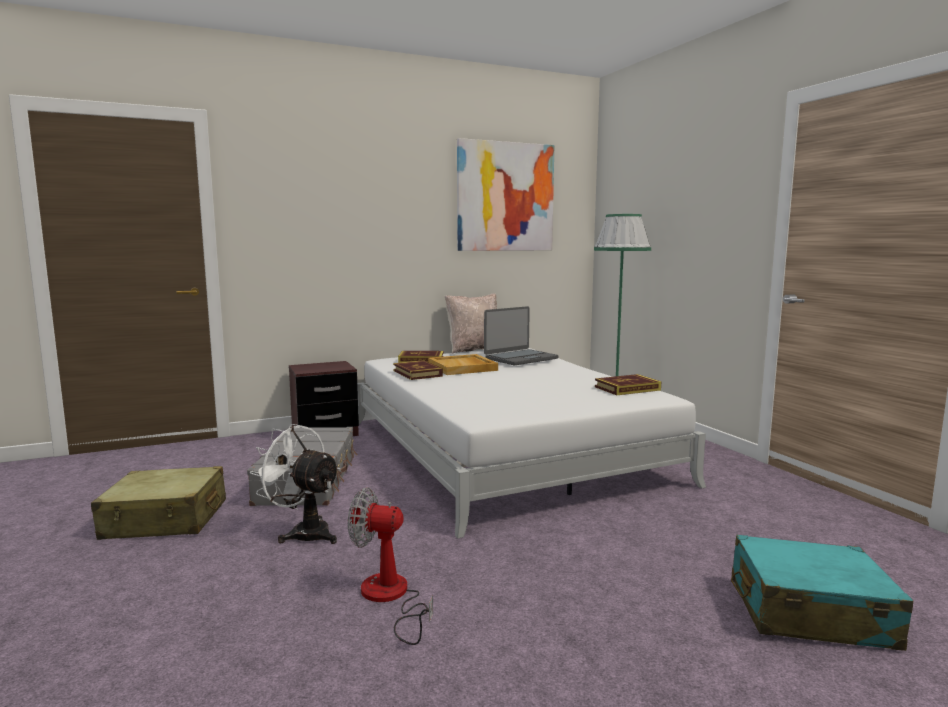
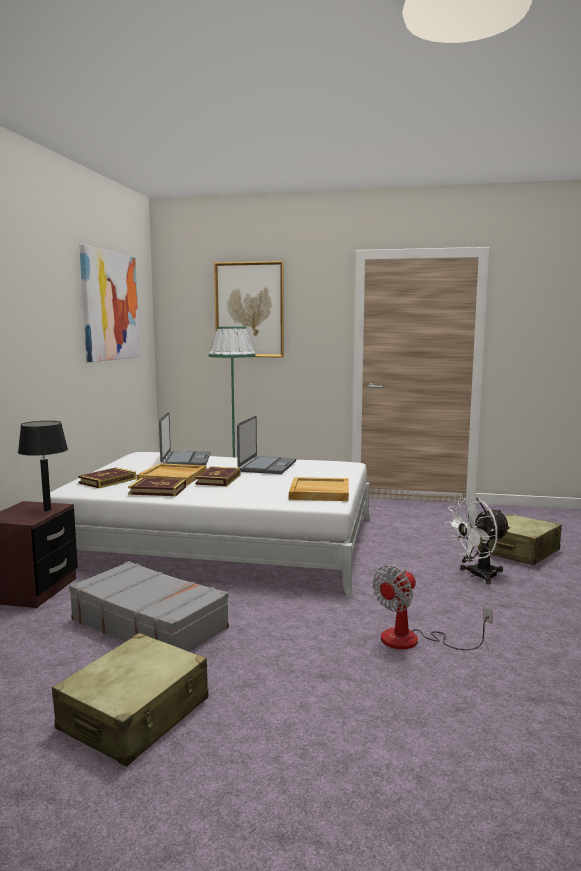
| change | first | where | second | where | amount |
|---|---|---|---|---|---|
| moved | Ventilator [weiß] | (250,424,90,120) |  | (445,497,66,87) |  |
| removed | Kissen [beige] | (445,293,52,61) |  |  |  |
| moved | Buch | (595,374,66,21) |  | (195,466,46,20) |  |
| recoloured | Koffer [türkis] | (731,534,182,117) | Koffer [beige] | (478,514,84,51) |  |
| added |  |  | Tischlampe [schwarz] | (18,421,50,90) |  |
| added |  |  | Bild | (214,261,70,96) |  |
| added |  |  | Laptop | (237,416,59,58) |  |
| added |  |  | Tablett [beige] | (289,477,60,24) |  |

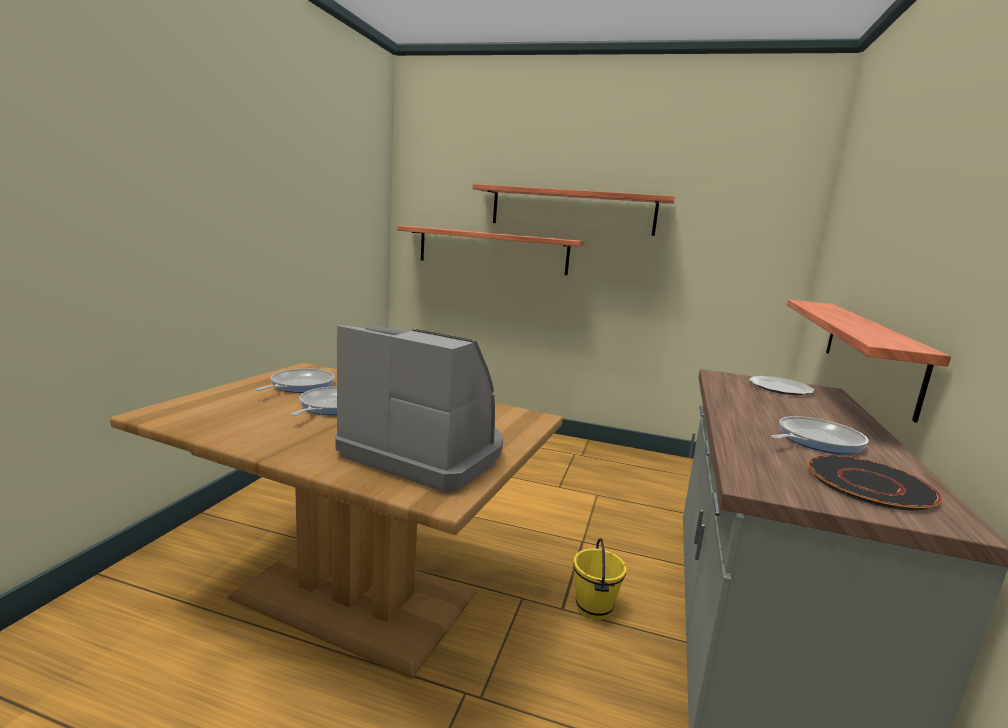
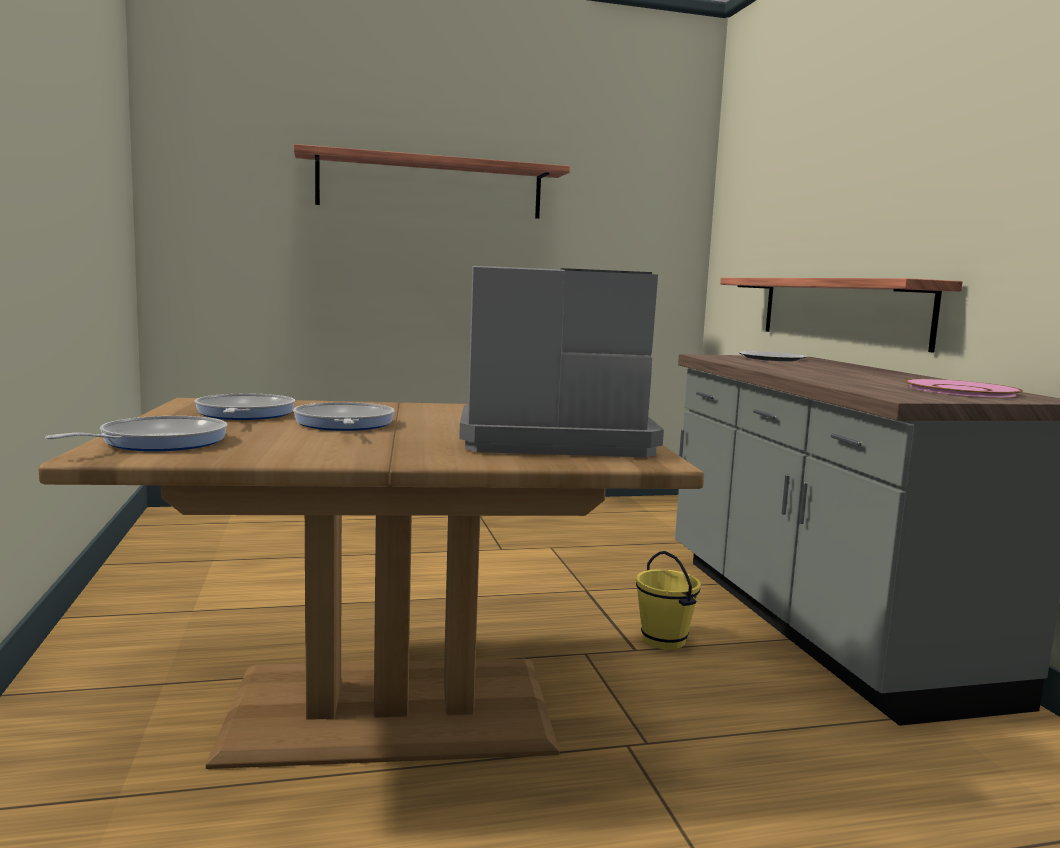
| change | first | where | second | where | amount |
|---|---|---|---|---|---|
| removed | Wandregal | (397,226,187,49) |  |  |  |
| moved | Pfanne | (771,416,97,38) |  | (45,416,182,35) |  |
| recoloured | Teller [schwarz] | (808,455,134,56) | Teller [rosa] | (905,379,118,18) |  |

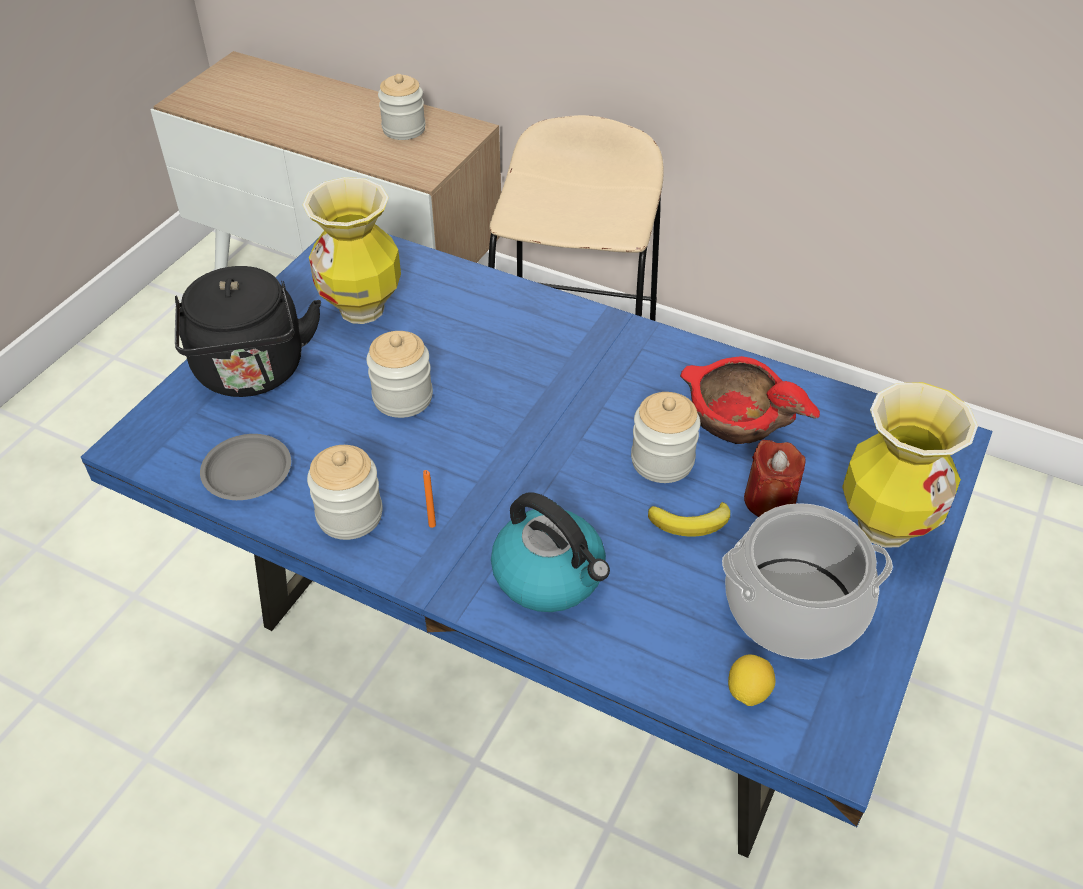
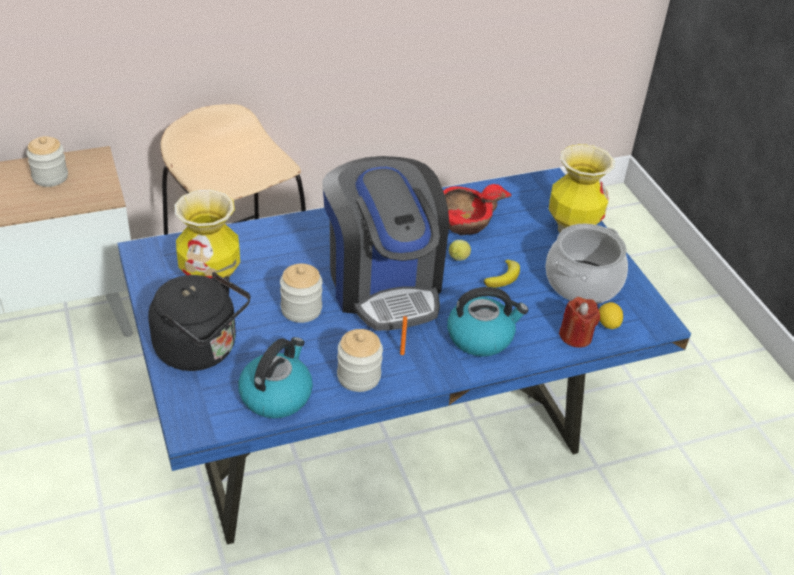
| change | first | where | second | where | amount |
|---|---|---|---|---|---|
| replaced | Teller [grau] | (200,434,91,66) | Wasserkessel | (238,337,75,81) |  |
| replaced | Vorratsglas | (631,392,69,91) | Zitrone | (449,240,22,21) |  |
| moved | Kerze [rot] | (744,440,62,77) |  | (559,297,41,51) |  |
| added |  |  | Kaffeemaschine | (322,156,127,175) |  |

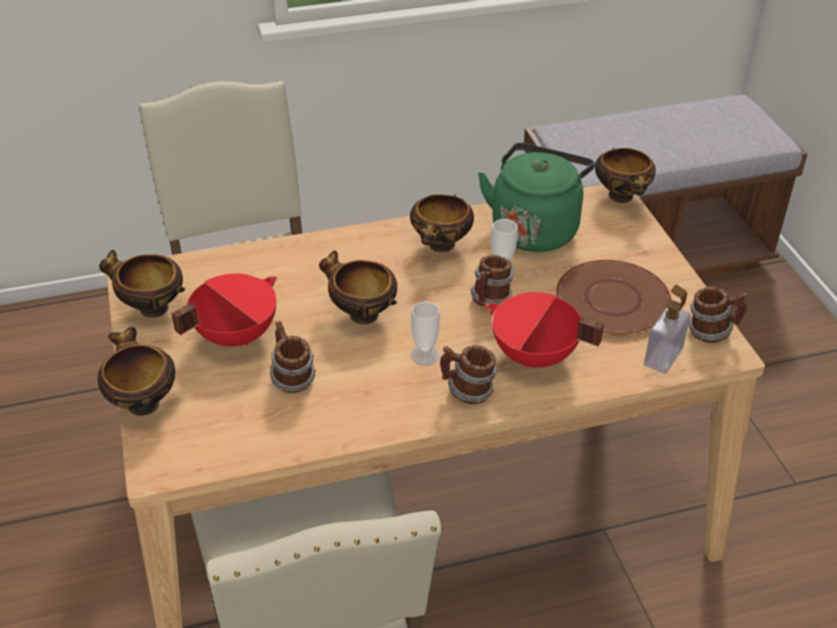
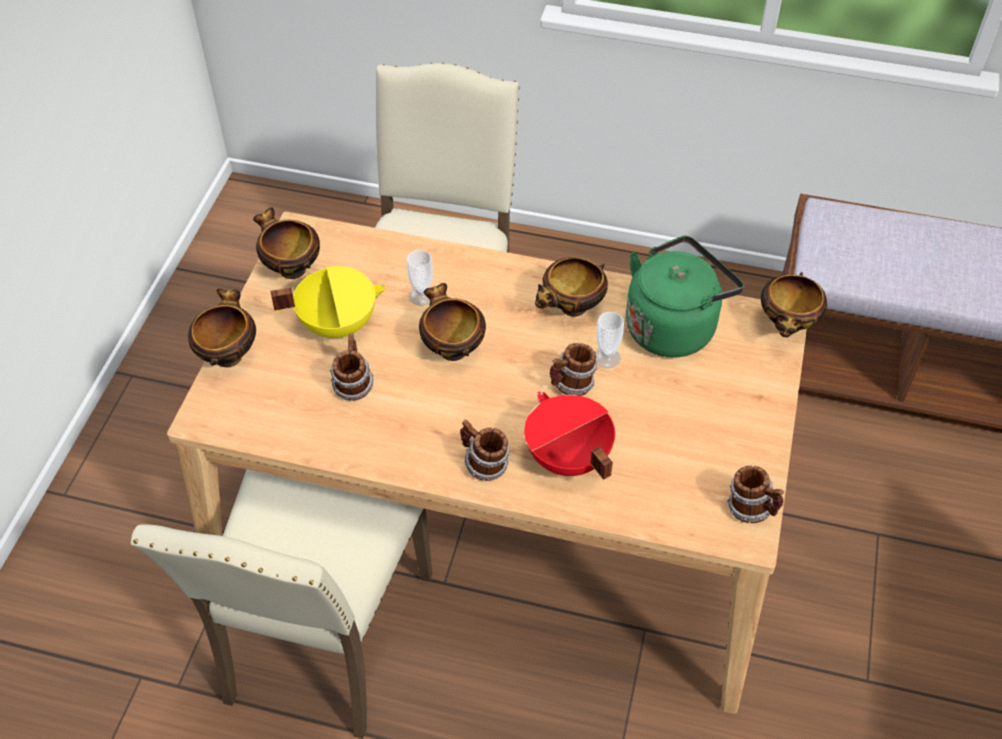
| change | first | where | second | where | amount |
|---|---|---|---|---|---|
| recoloured | Kochtopf [rot] | (171,274,106,73) | Kochtopf [gelb] | (271,266,115,73) |  |
| moved | Tasse | (411,302,29,64) |  | (407,250,26,56) |  |
| removed | Teller [braun] | (556,260,115,75) |  |  |  |
| removed | Seifenspender | (644,285,47,89) |  |  |  |

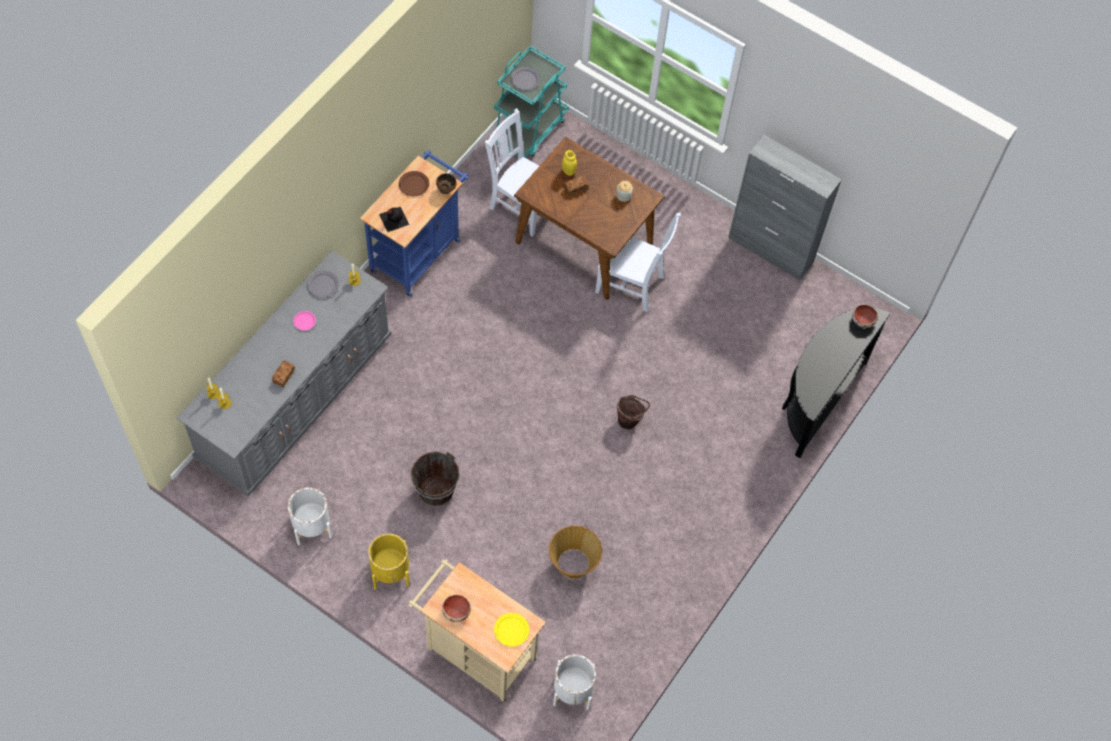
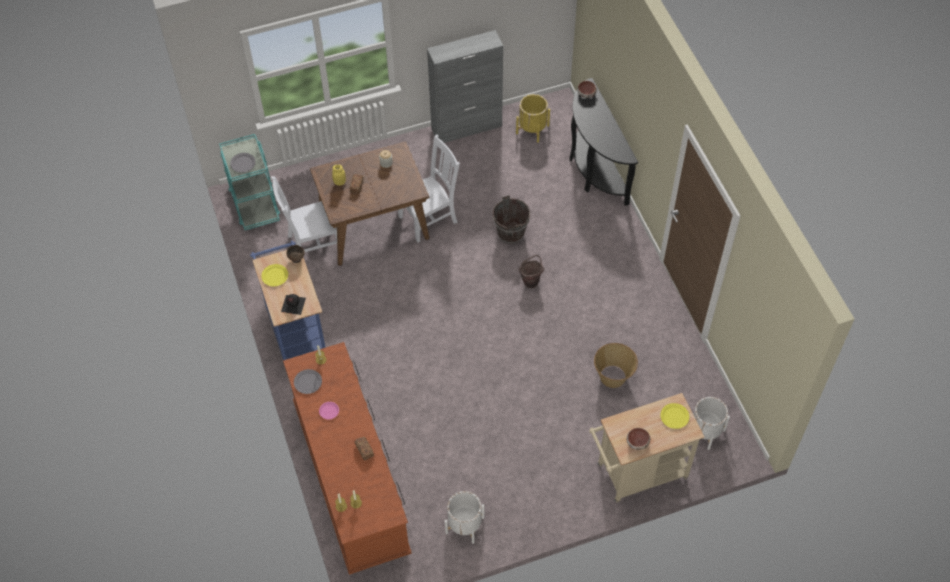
| change | first | where | second | where | amount |
|---|---|---|---|---|---|
| recoloured | Kommode [grau] | (177,251,214,245) | Kommode [braun] | (283,342,129,233) |  |
| moved | Pflanzkübel [gelb] | (368,533,42,57) |  | (516,94,34,49) |  |
| recoloured | Teller [braun] | (399,171,30,25) | Teller [gelb] | (261,264,27,23) |  |
| moved | Eimer [braun] | (411,451,49,56) |  | (493,195,37,49) |  |

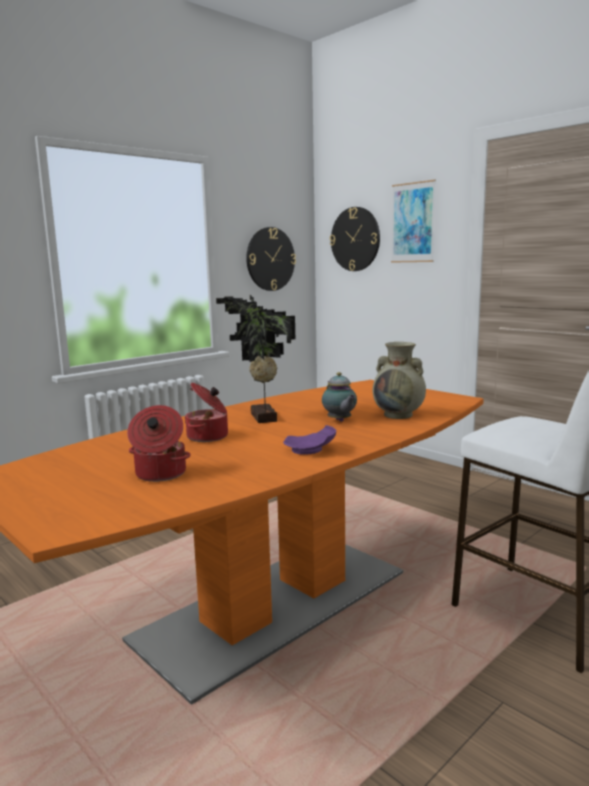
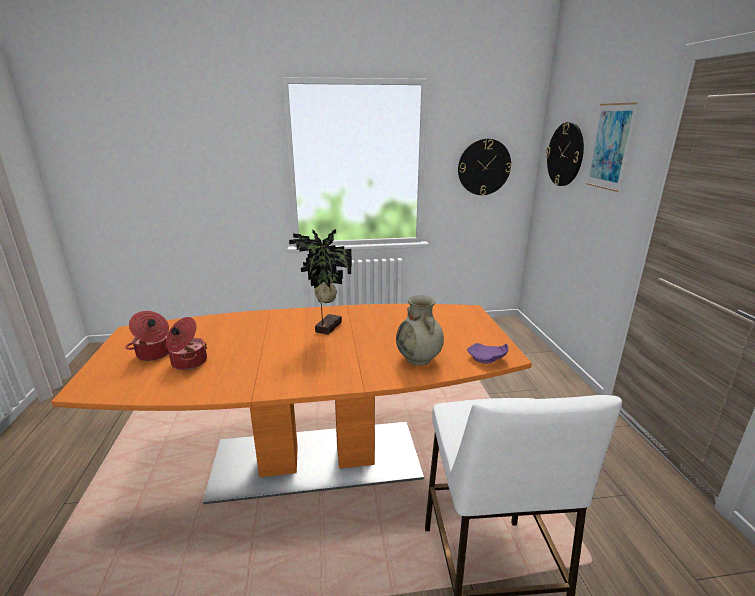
| change | first | where | second | where | amount |
|---|---|---|---|---|---|
| moved | Kochtopf | (185,383,43,59) |  | (125,311,44,50) |  |
| moved | Teller [lila] | (283,425,53,29) |  | (467,343,42,20) |  |
| removed | Teekanne | (322,372,35,50) |  |  |  |

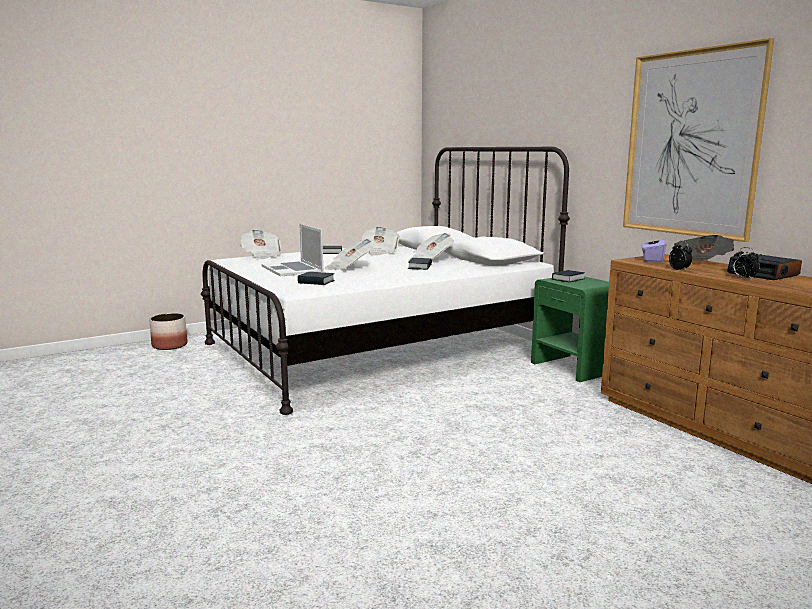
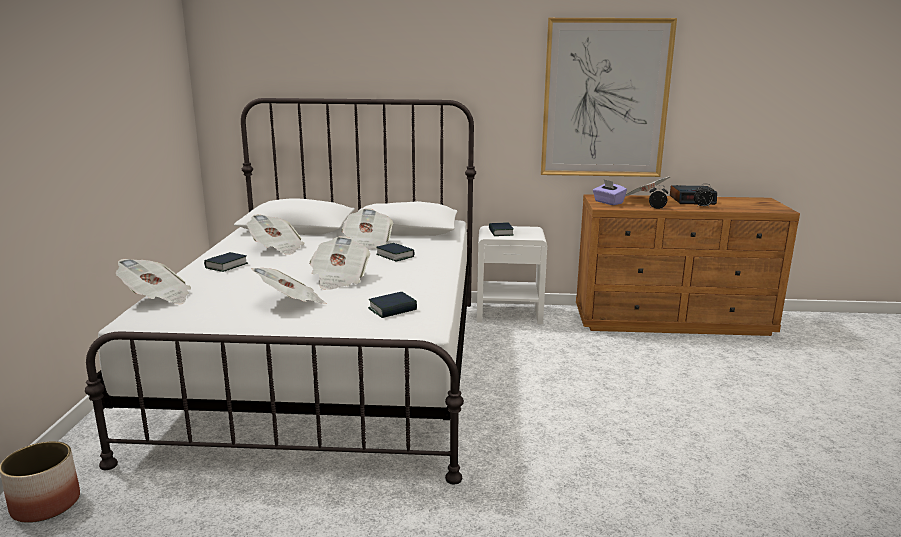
| change | first | where | second | where | amount |
|---|---|---|---|---|---|
| replaced | Laptop | (262,224,61,52) | Zeitung | (251,268,76,36) |  |
| recoloured | Nachttisch [grün] | (531,276,78,106) | Nachttisch [weiß] | (477,226,70,98) |  |

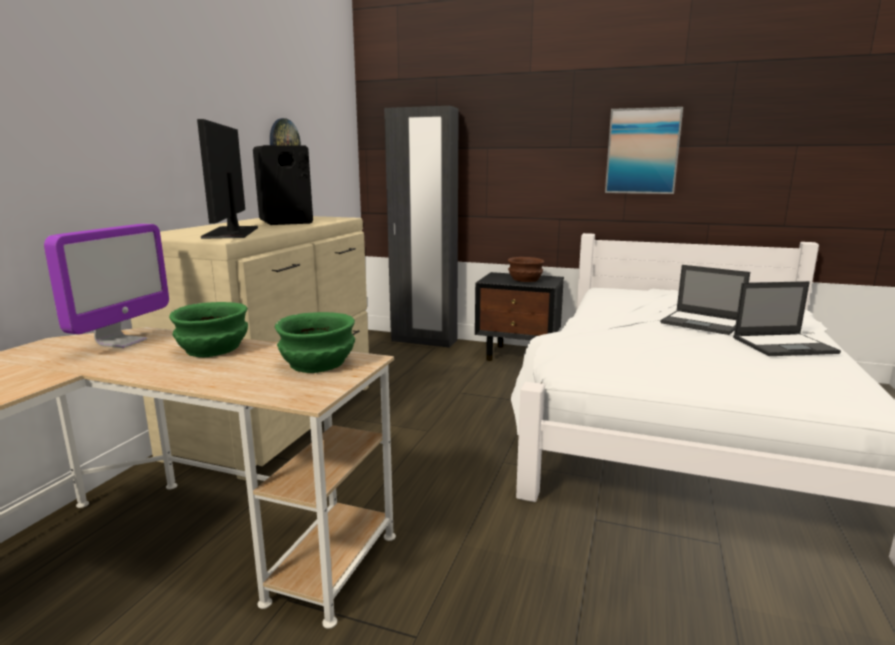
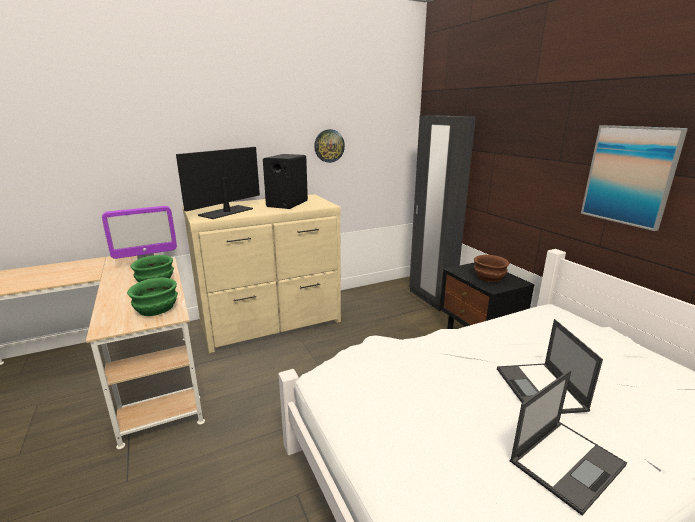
| change | first | where | second | where | amount |
|---|---|---|---|---|---|
| turned | Laptop | (733,281,108,75) |  | (510,370,117,146) | 75 degrees counterclockwise |

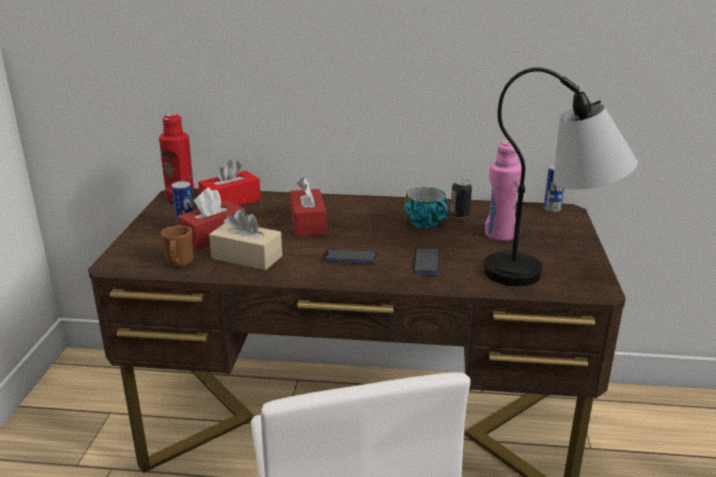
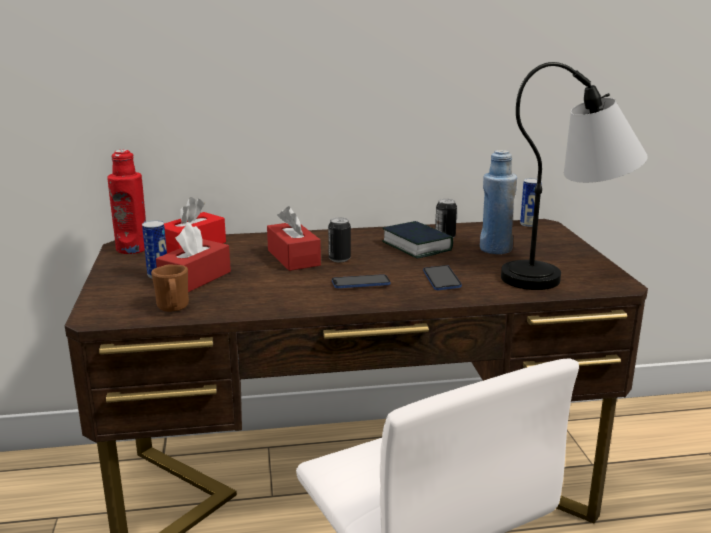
| change | first | where | second | where | amount |
|---|---|---|---|---|---|
| removed | Taschentuchbox [beige] | (209,209,73,61) |  |  |  |
| replaced | Tasse | (405,187,43,41) | Buch | (382,221,71,37) |  |
| recoloured | Flasche [rosa] | (485,141,36,100) | Flasche [blau] | (480,150,37,104) |  |
| added |  |  | Dose | (328,217,23,45) |  |

